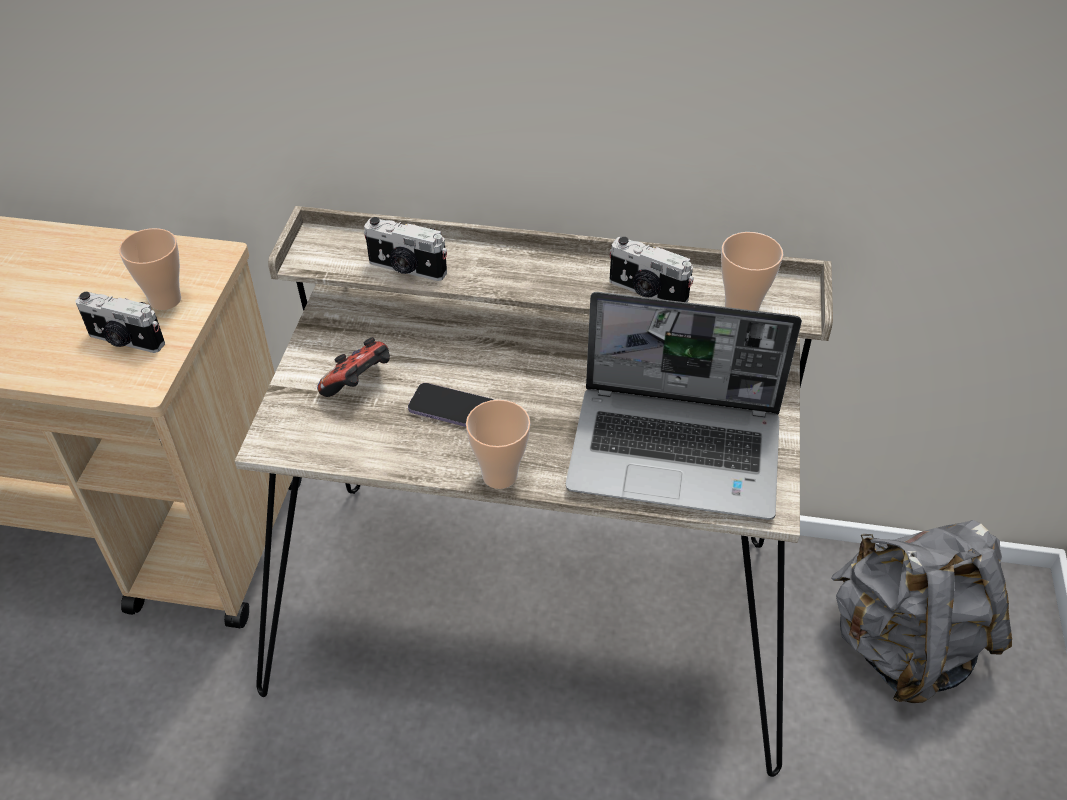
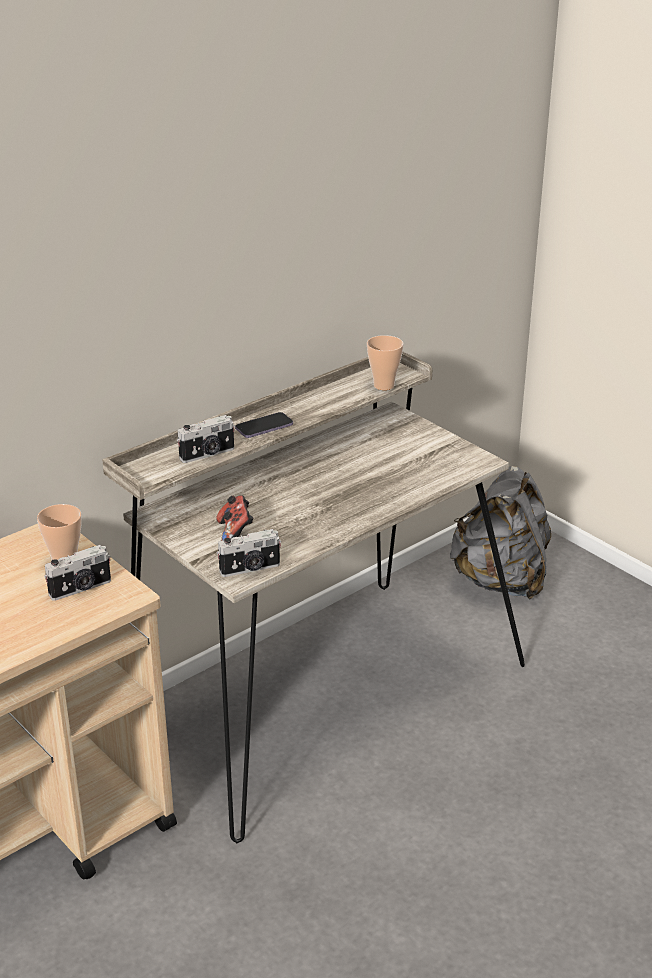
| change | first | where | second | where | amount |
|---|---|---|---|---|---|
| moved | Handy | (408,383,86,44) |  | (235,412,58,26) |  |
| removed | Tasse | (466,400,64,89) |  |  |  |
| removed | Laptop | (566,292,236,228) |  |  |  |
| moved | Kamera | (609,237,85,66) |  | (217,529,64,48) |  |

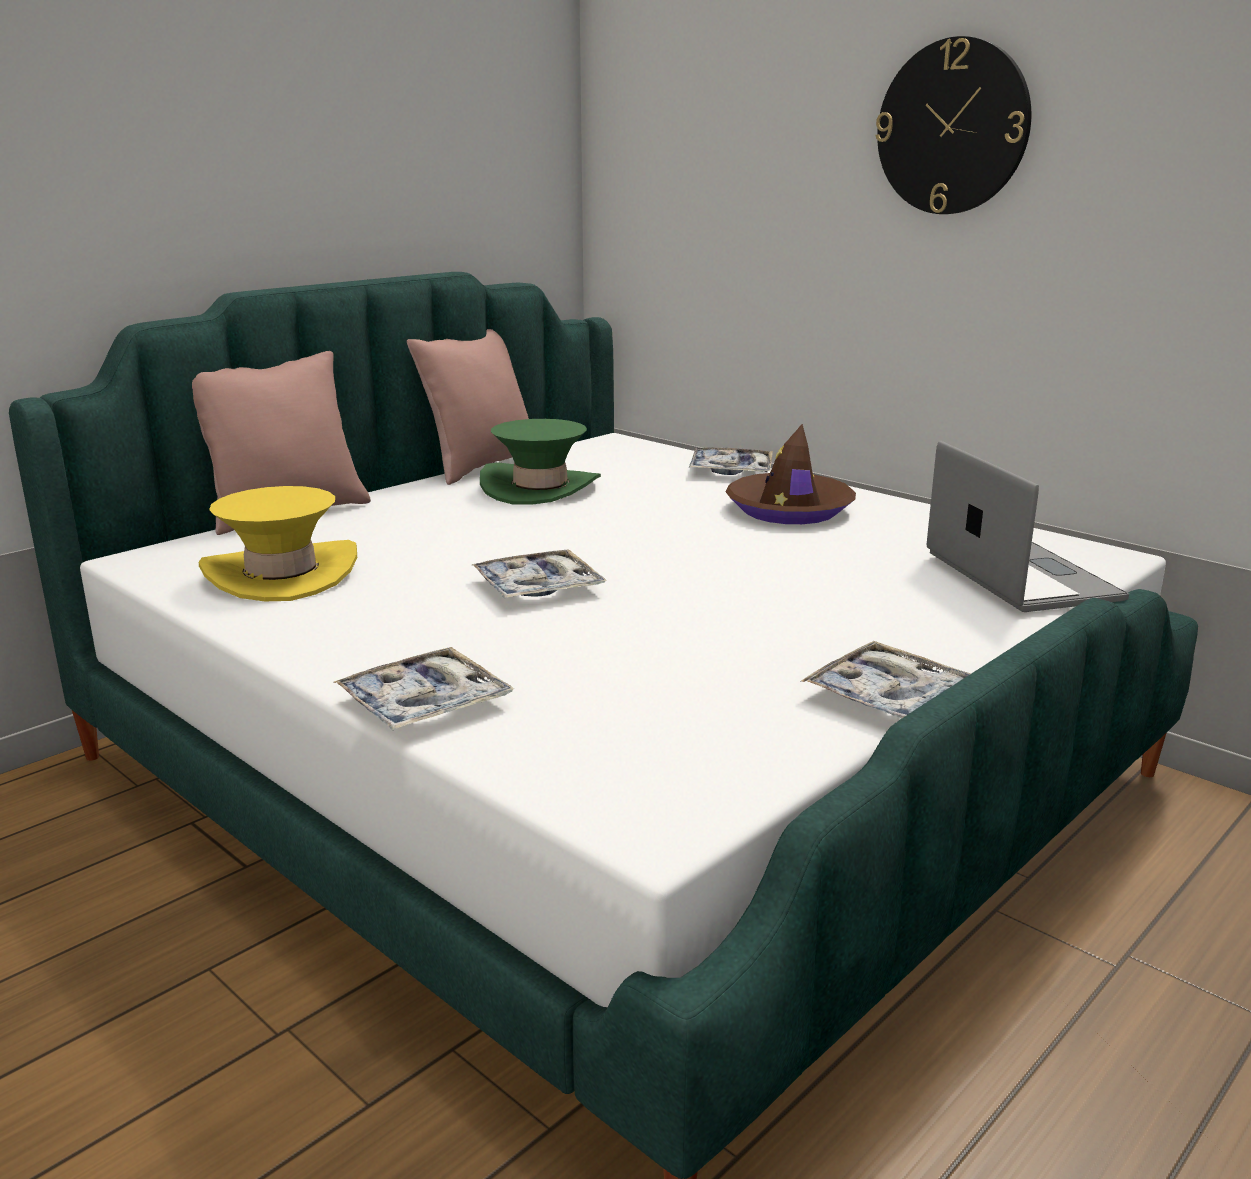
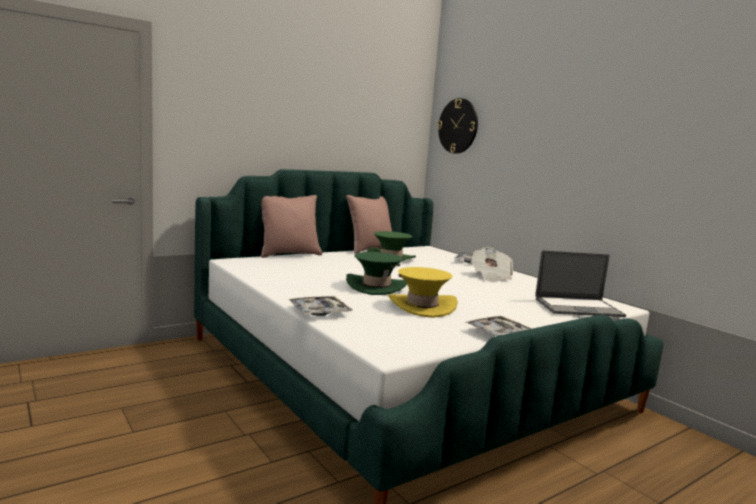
| change | first | where | second | where | amount |
|---|---|---|---|---|---|
| moved | Hut [gelb] | (199,486,158,115) |  | (388,267,70,51) |  |
| replaced | Tablett | (472,549,135,50) | Hut [grün] | (346,252,61,43) |  |
| replaced | Hut [braun] | (725,424,131,100) | Zeitung | (471,247,42,35) |  |
| moved | Wanduhr | (876,36,155,178) |  | (437,98,41,56) |  |
| turned | Laptop | (927,441,202,171) |  | (535,250,91,67) | 90 degrees clockwise |

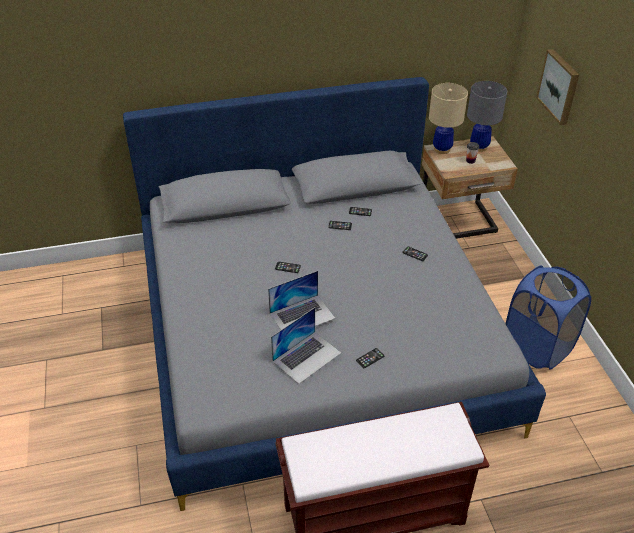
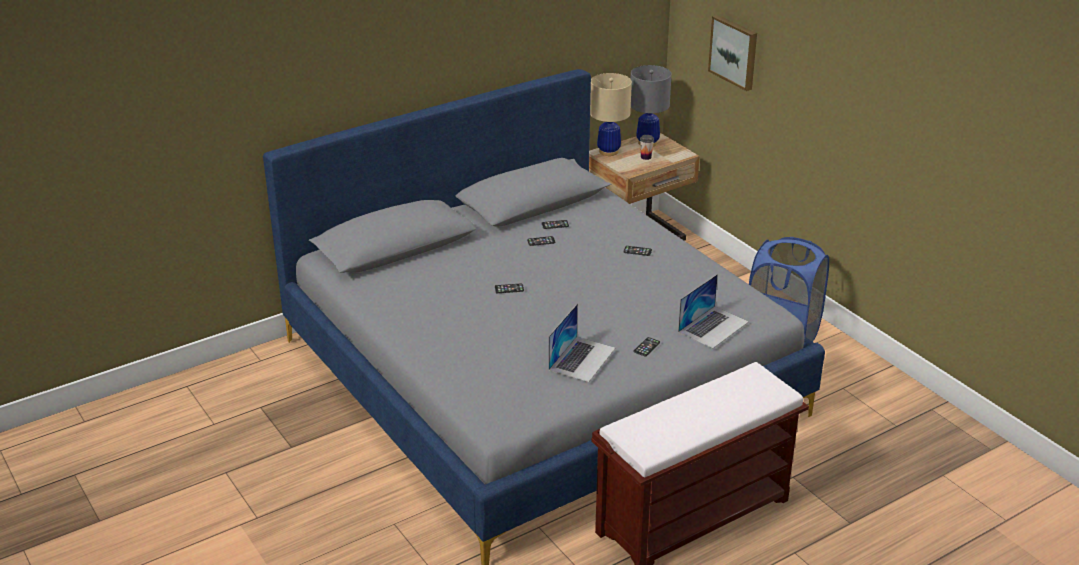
| change | first | where | second | where | amount |
|---|---|---|---|---|---|
| moved | Laptop | (268,271,67,59) |  | (678,274,71,75) |  |

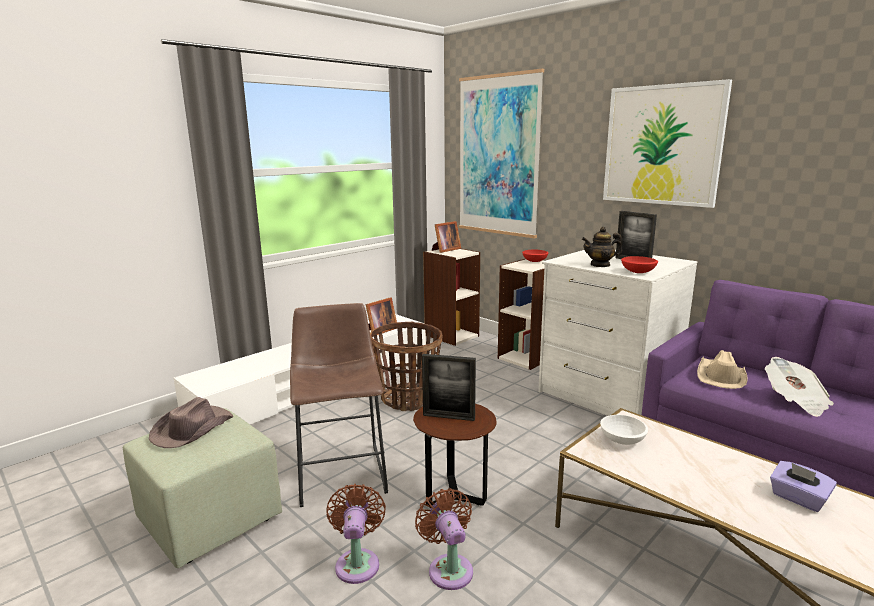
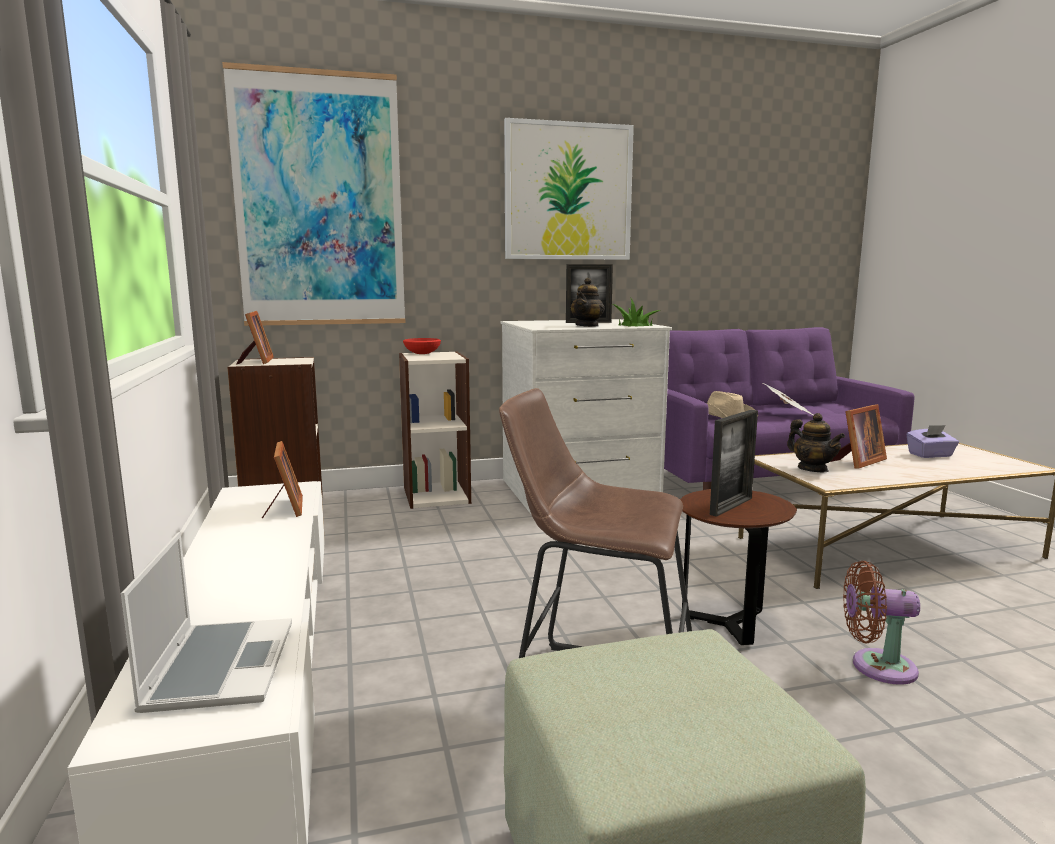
| change | first | where | second | where | amount |
|---|---|---|---|---|---|
| removed | Hut [braun] | (149,397,84,51) |  |  |  |
| removed | Ventilator [braun] | (327,484,59,100) |  |  |  |
| removed | Korb | (370,322,73,89) |  |  |  |
| replaced | Schüssel [weiß] | (600,415,48,30) | Teekanne | (787,413,58,59) |  |
| replaced | Schüssel [rot] | (621,256,37,17) | Topfpflanze | (612,297,49,29) |  |
| added |  |  | Laptop | (121,532,171,181) |  |
| added |  |  | Bilderrahmen | (830,404,57,65) |  |

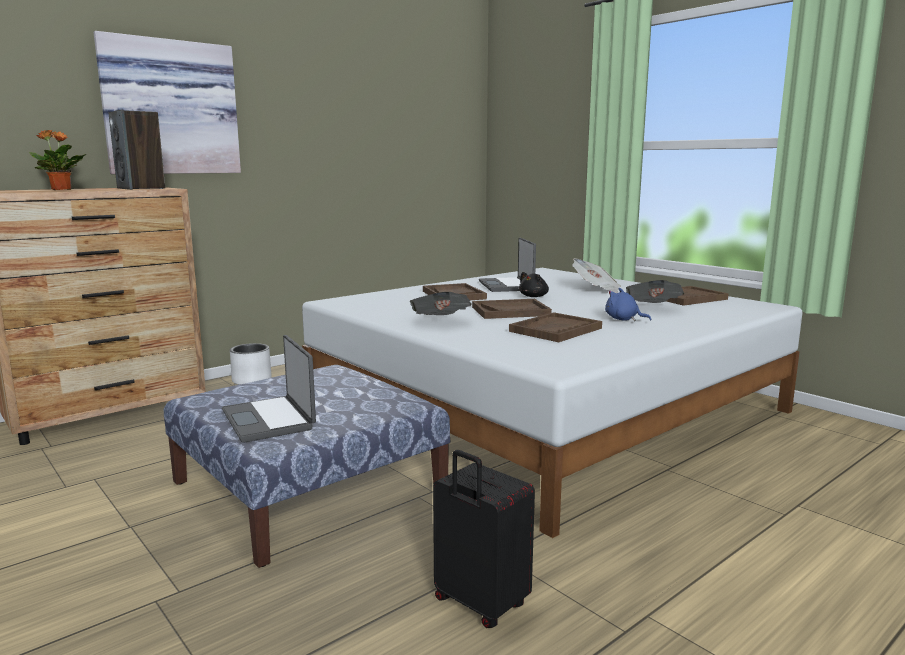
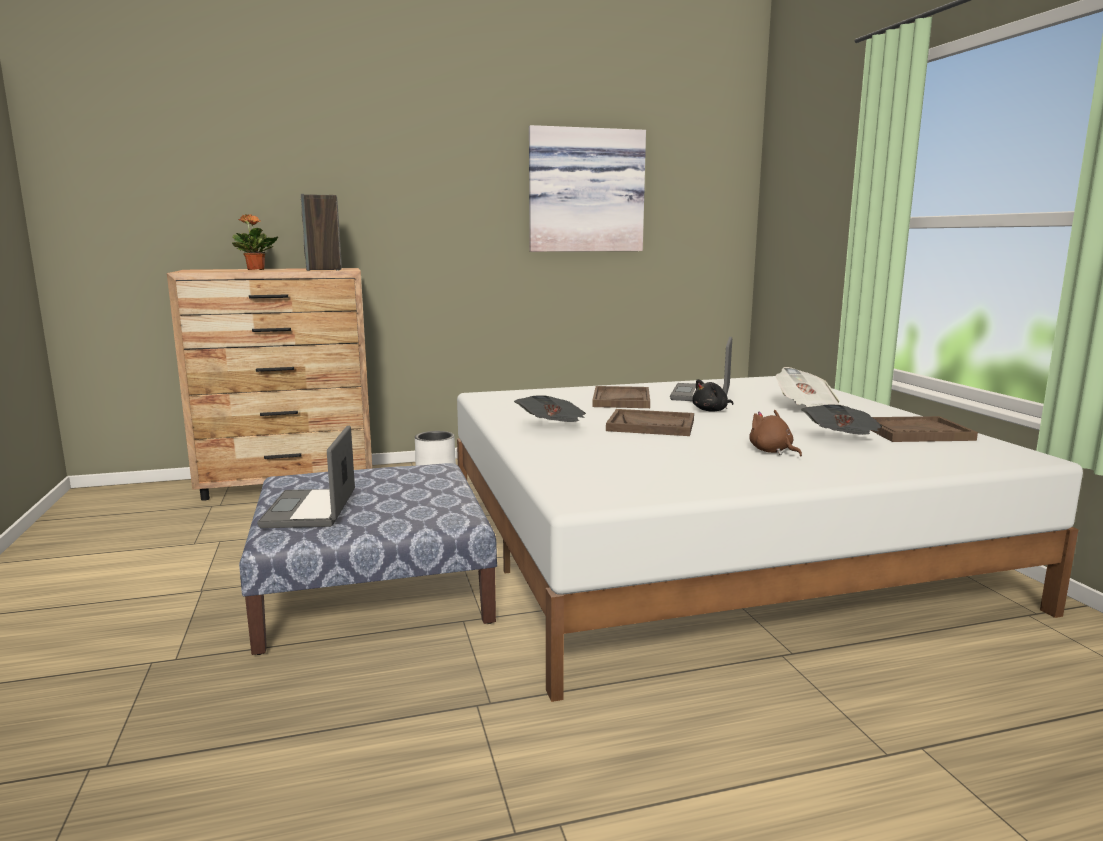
| change | first | where | second | where | amount |
|---|---|---|---|---|---|
| moved | Bild | (94,31,147,143) |  | (529,125,117,127) |  |
| removed | Koffer [schwarz] | (433,450,102,178) |  |  |  |
| removed | Tablett [braun] | (509,312,93,30) |  |  |  |
| recoloured | Plüschtier [blau] | (605,288,46,33) | Plüschtier [braun] | (749,410,53,47) |  |

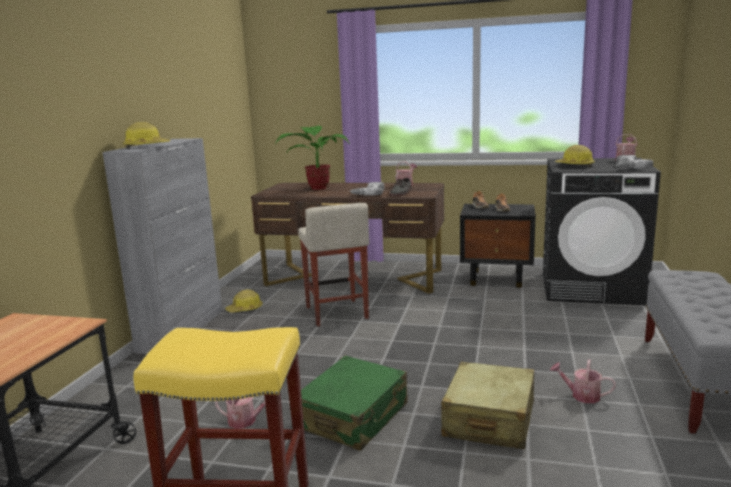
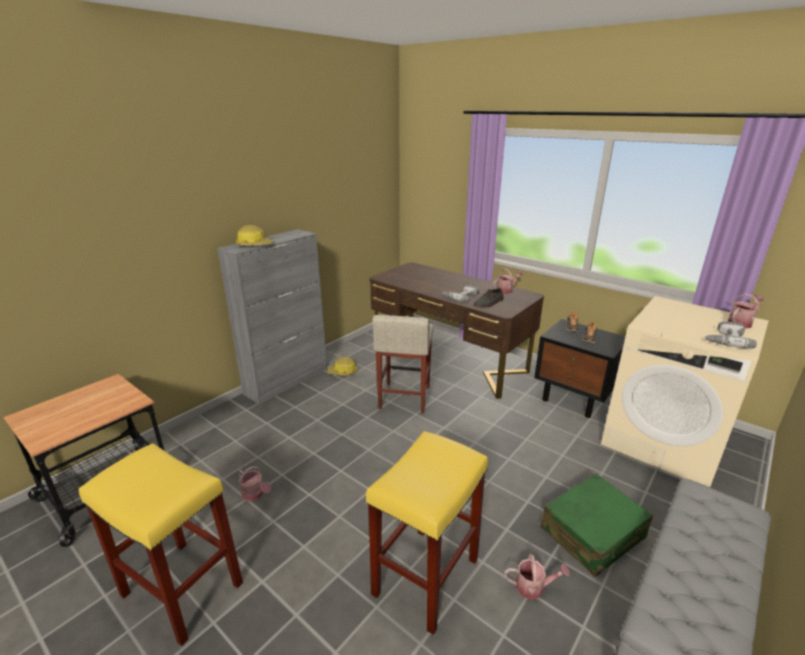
| change | first | where | second | where | amount |
|---|---|---|---|---|---|
| removed | Topfpflanze | (275,126,75,64) |  |  |  |
| moved | Koffer [grün] | (301,356,107,95) |  | (541,473,112,104) |  |
| replaced | Koffer [beige] | (441,362,93,87) | Hocker [gelb] | (366,431,122,204) |  |
| recoloured | Waschmaschine [schwarz] | (543,158,118,147) | Waschmaschine [beige] | (601,296,167,191) |  |
| turned | Gießkanne | (550,359,66,44) |  | (504,554,66,46) | 135 degrees clockwise |
| removed | Schutzhelm | (554,145,41,22) |  |  |  |

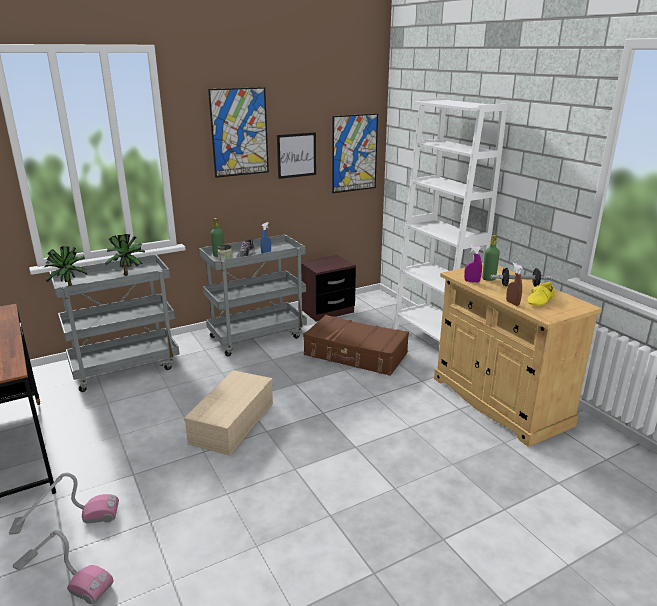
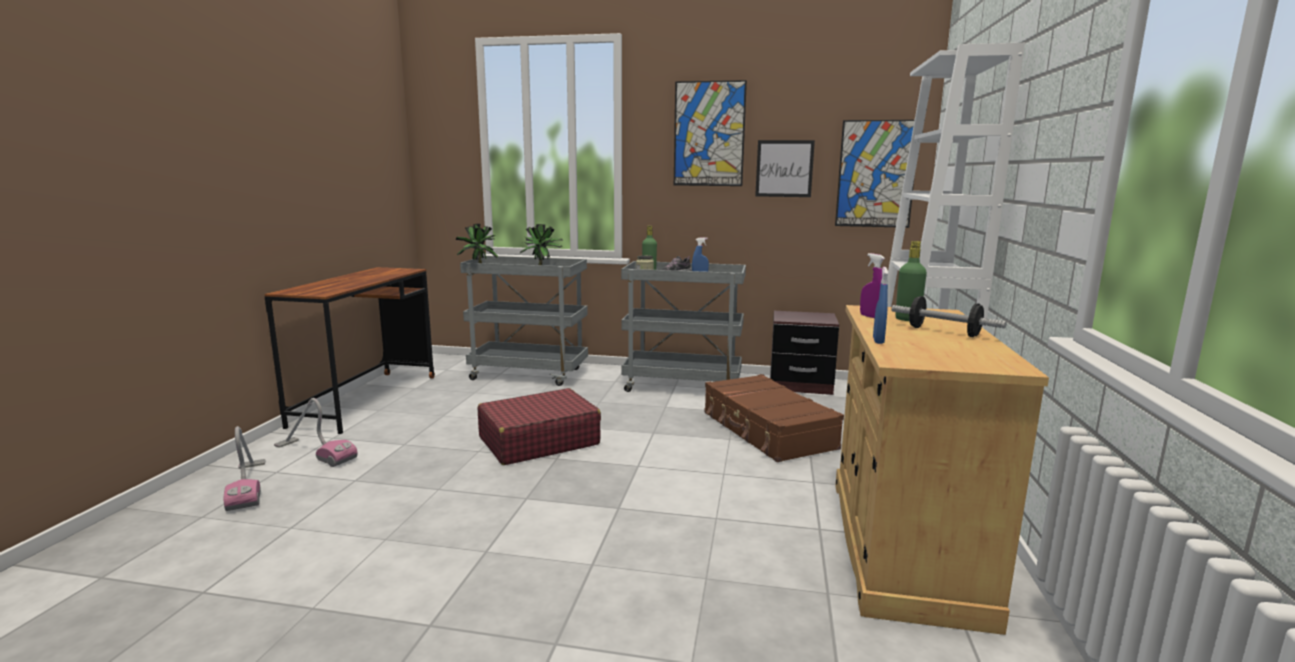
| change | first | where | second | where | amount |
|---|---|---|---|---|---|
| replaced | Aufbewahrungsbox [beige] | (184,370,89,86) | Koffer [rot] | (477,388,124,77) |  |
| recoloured | Sprühflasche [braun] | (506,263,17,43) | Sprühflasche [blau] | (873,267,15,77) |  |
| removed | Schuh [gelb] | (528,282,27,24) |  |  |  |

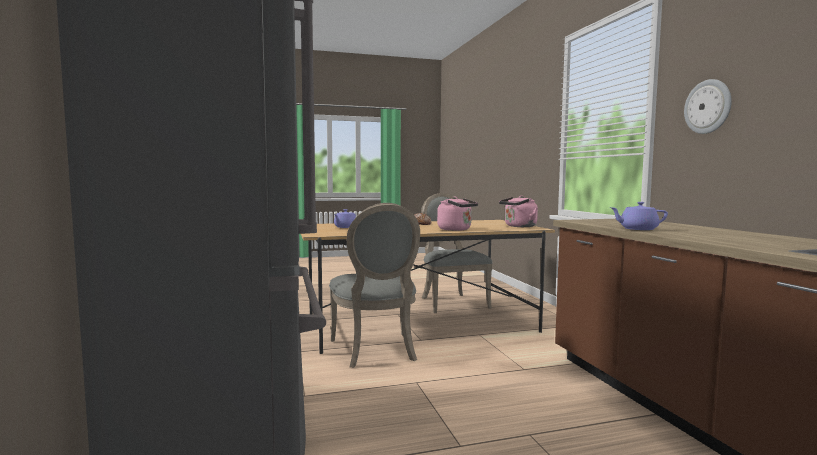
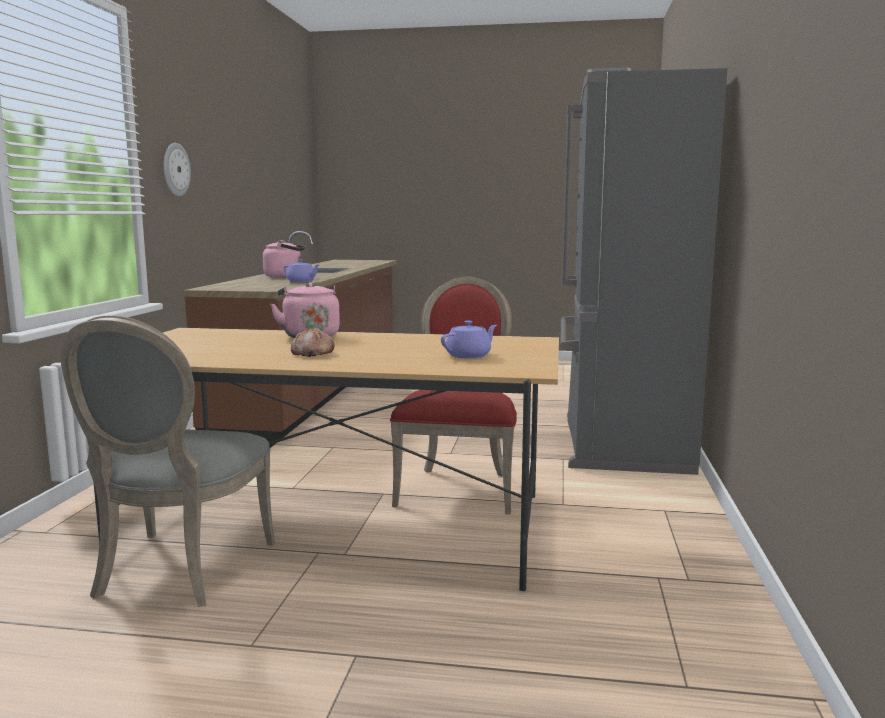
| change | first | where | second | where | amount |
|---|---|---|---|---|---|
| recoloured | Stuhl [grau] | (329,203,91,165) | Stuhl [rot] | (390,277,127,237) |  |
| moved | Wasserkessel [rosa] | (499,195,39,32) |  | (263,240,42,38) |  |

